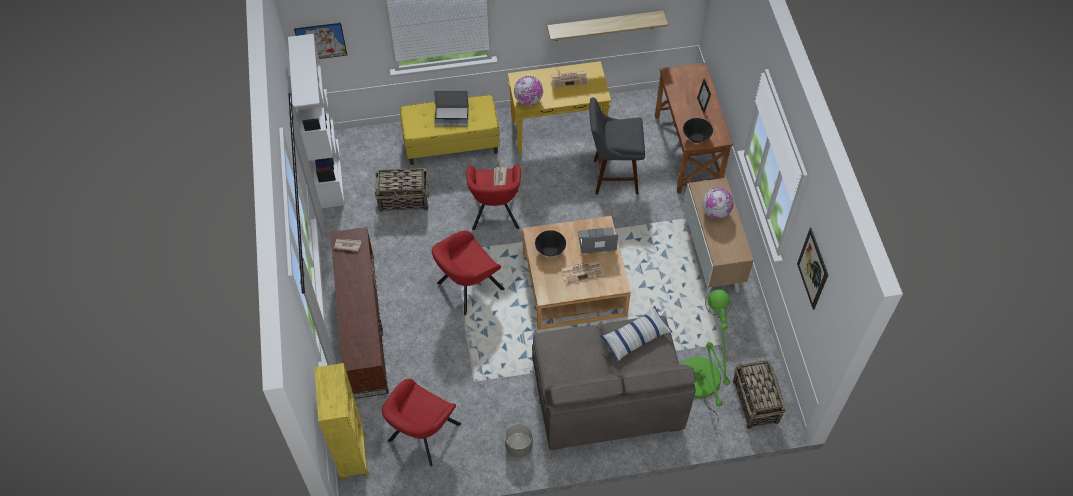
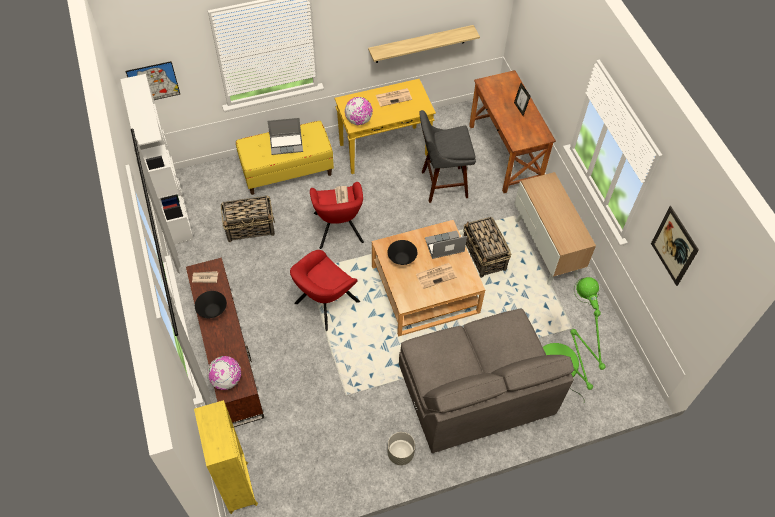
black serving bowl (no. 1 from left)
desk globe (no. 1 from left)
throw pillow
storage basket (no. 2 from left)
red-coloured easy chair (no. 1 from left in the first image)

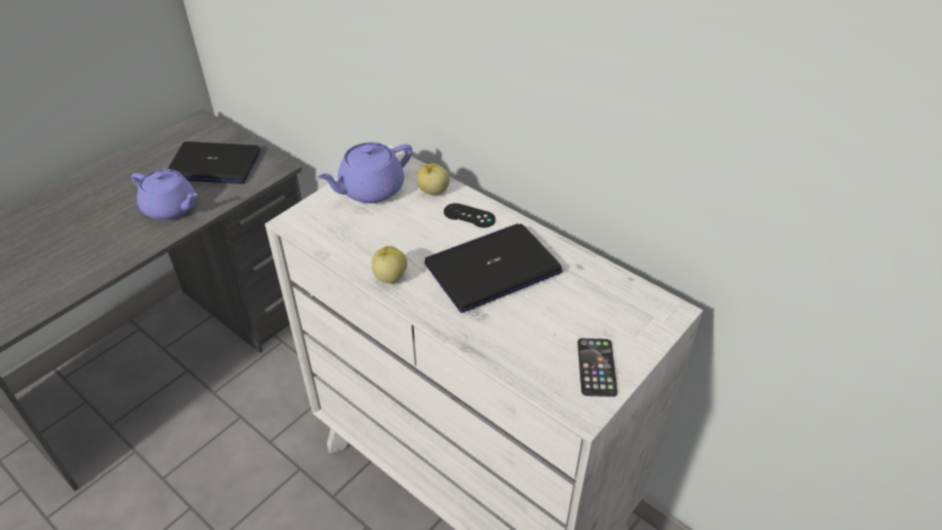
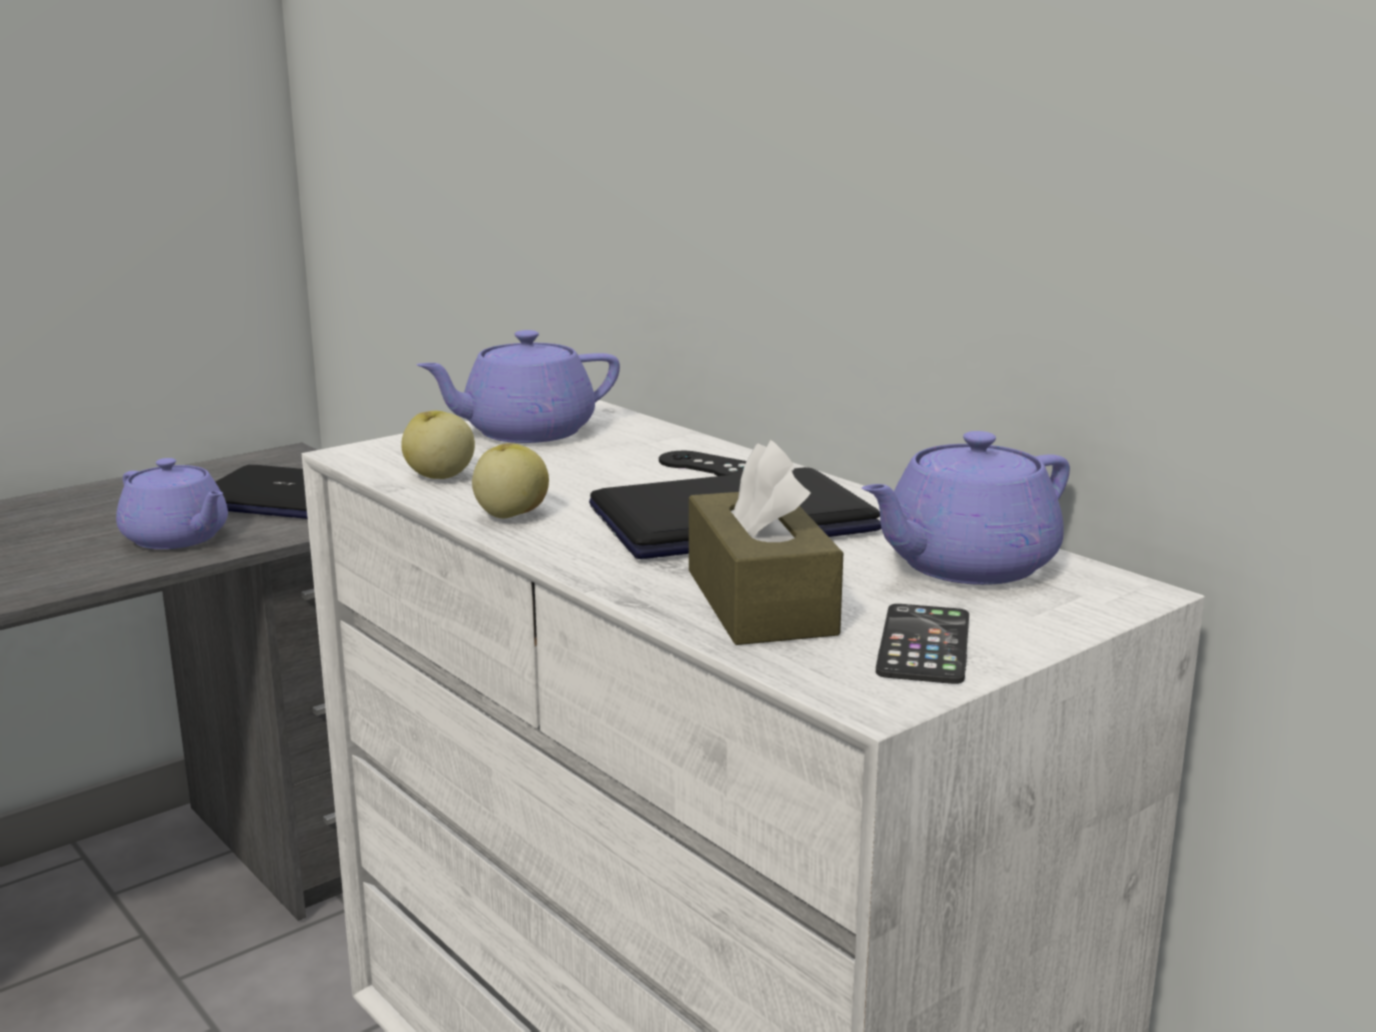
whole apple (no. 1 from left)
purple-coloured pot for tea (no. 3 from left)
brown-coloured tissue box

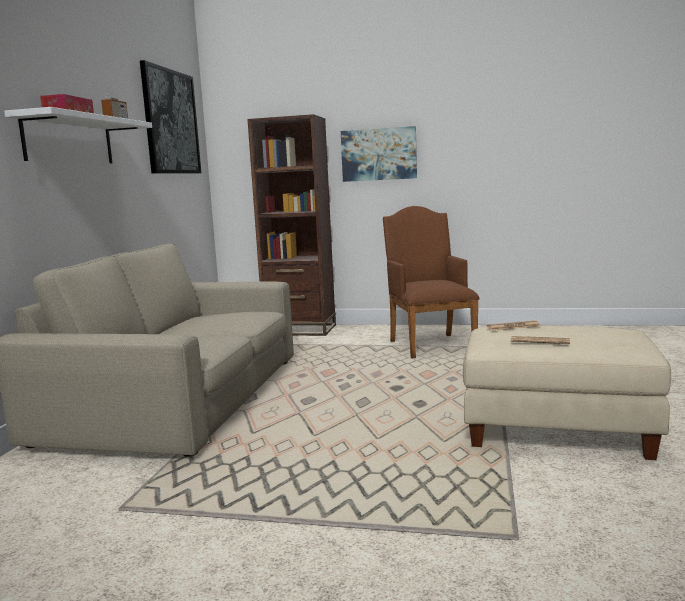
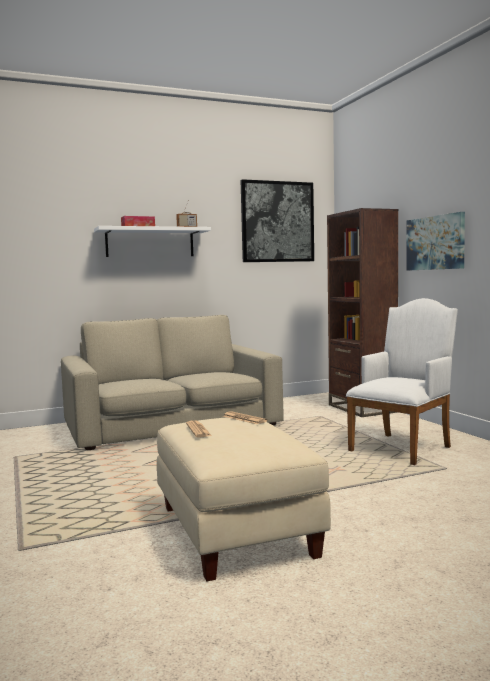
white-coloured easy chair

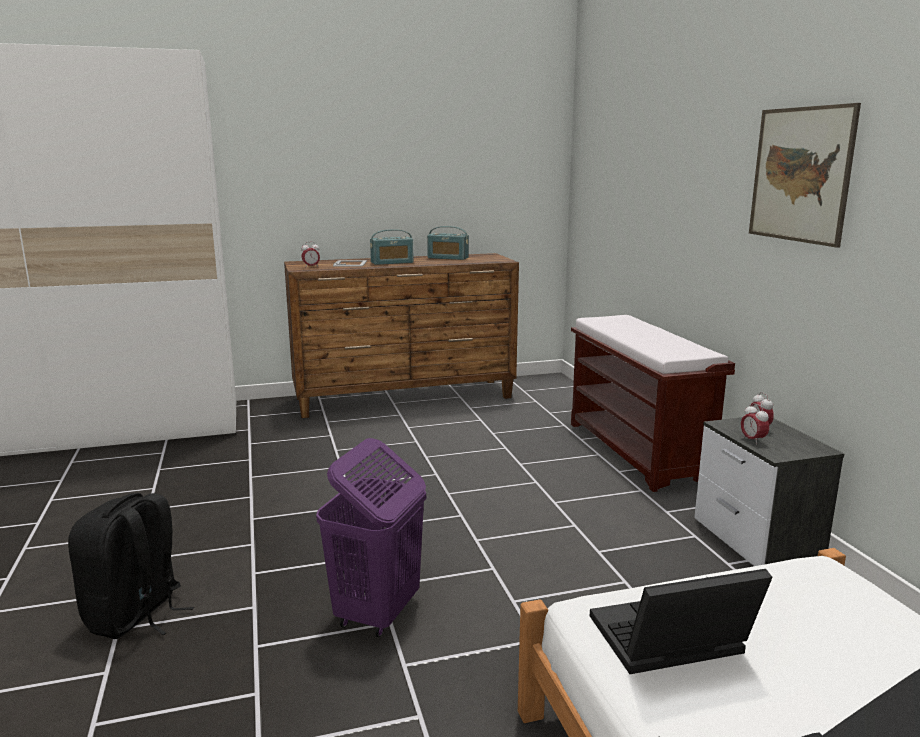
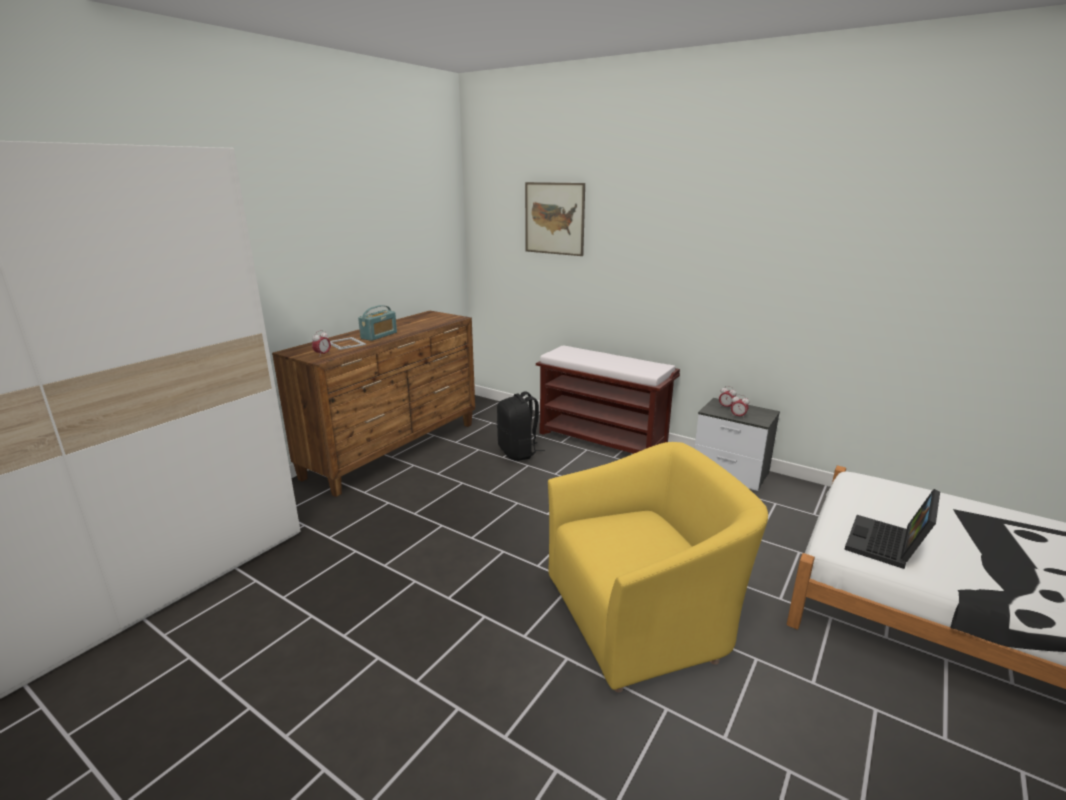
wall picture
radio (no. 2 from left in the first image)
yellowish easy chair
black backpack

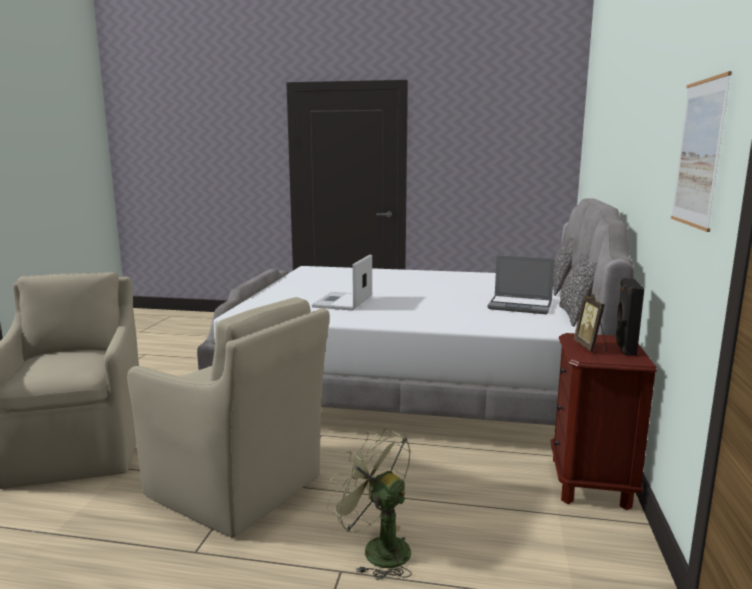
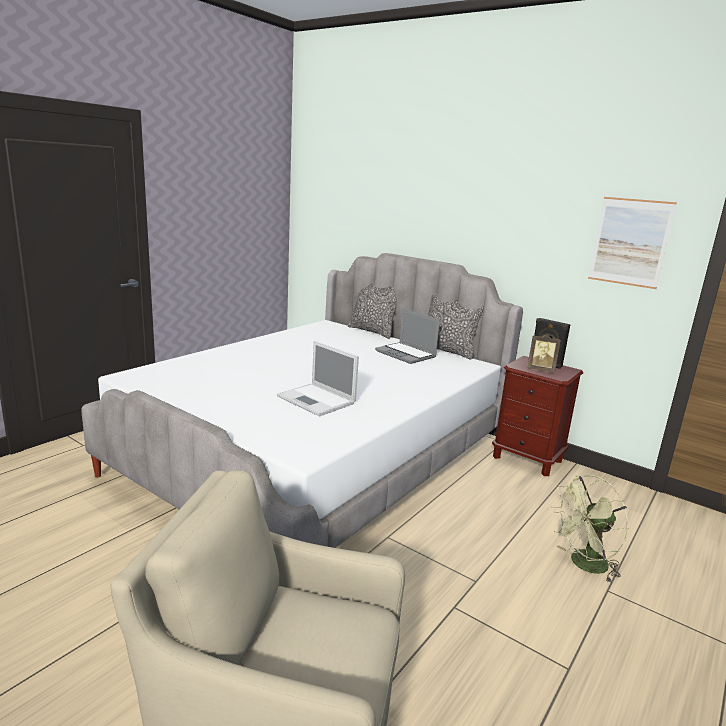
notebook computer (no. 2 from left)
beige easy chair (no. 2 from left in the first image)

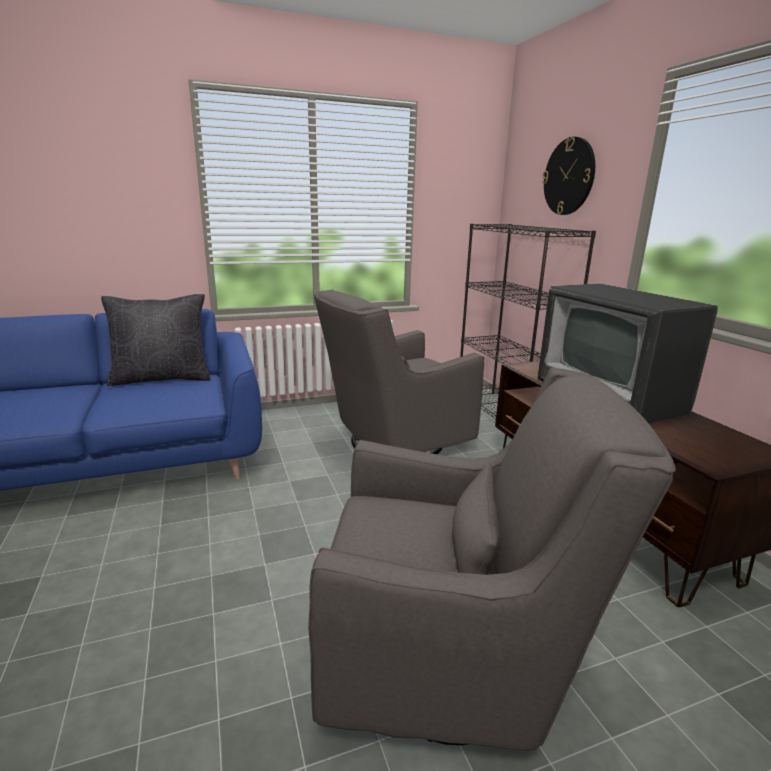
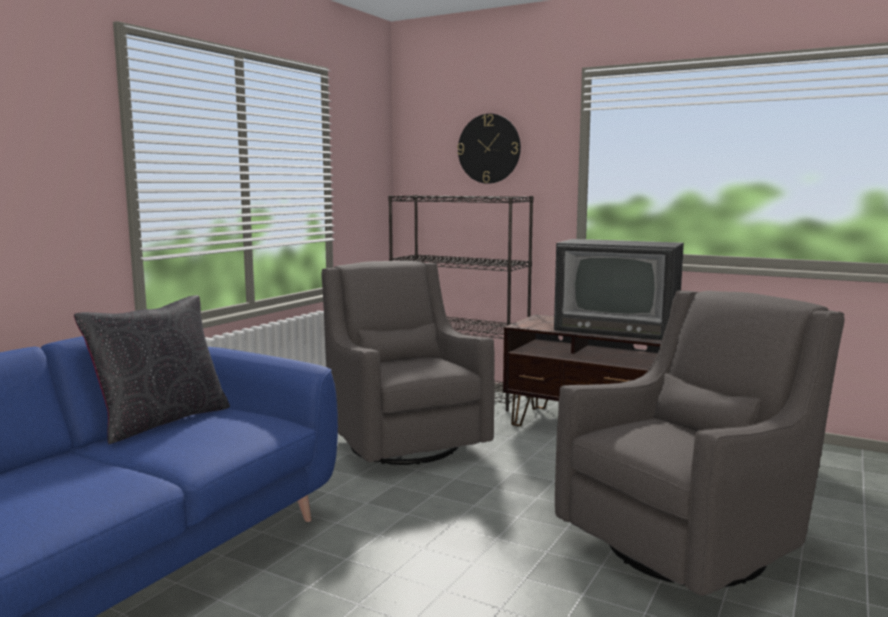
gray easy chair (no. 1 from left)

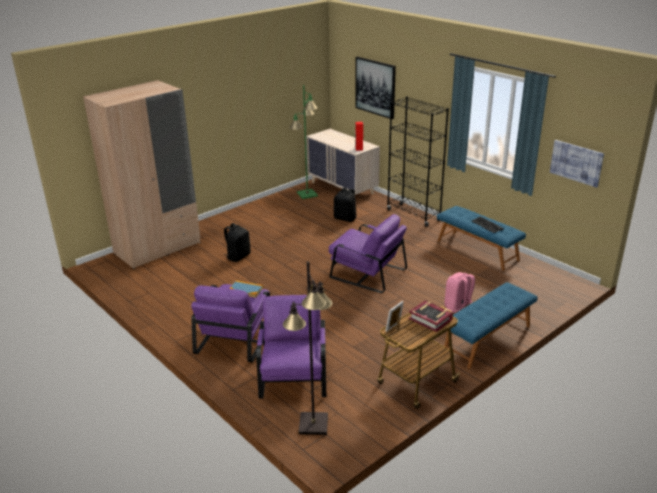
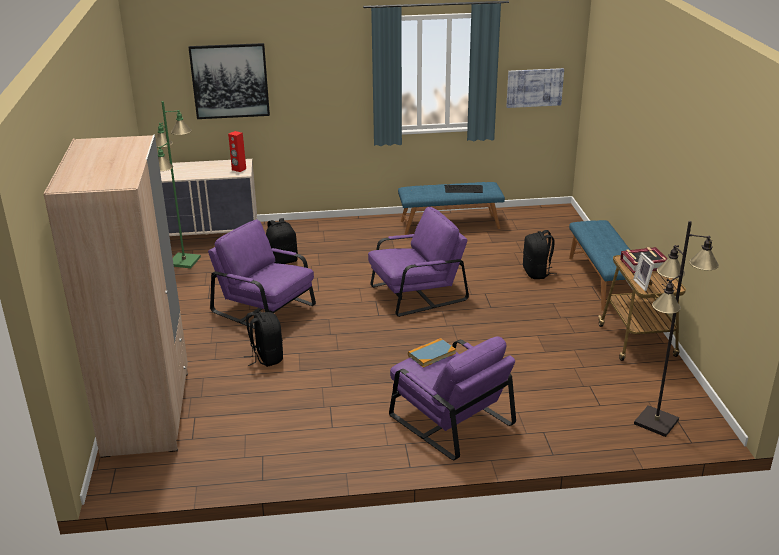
black shelving unit
black backpack (no. 3 from left)
purple-coloured easy chair (no. 1 from left)

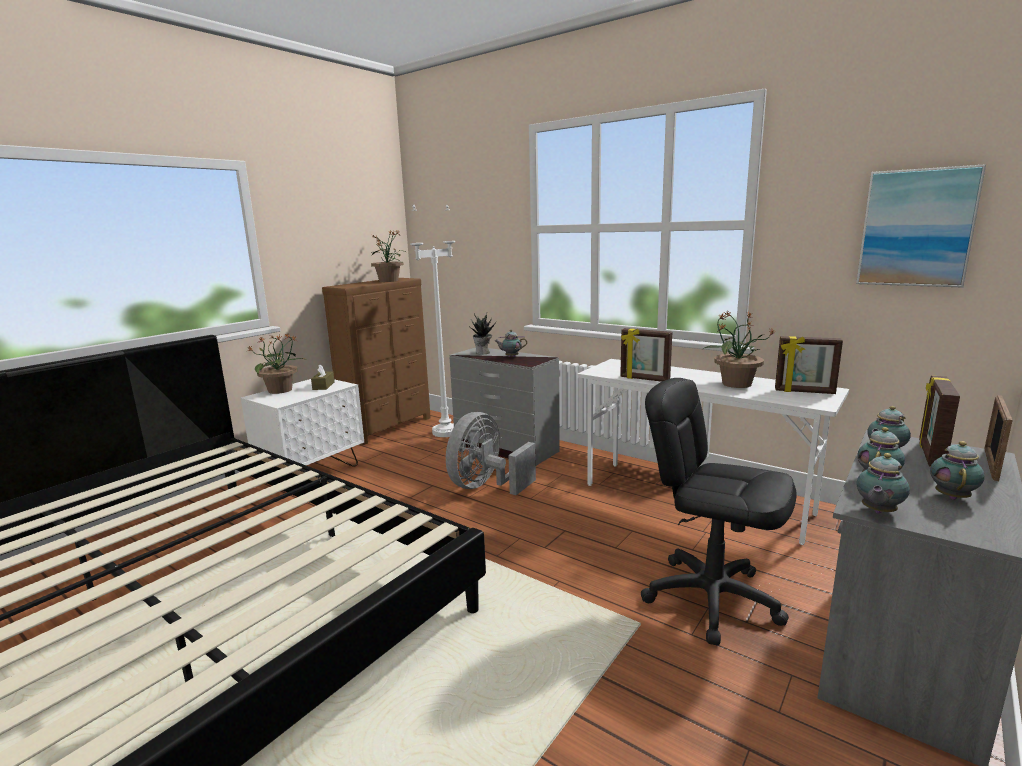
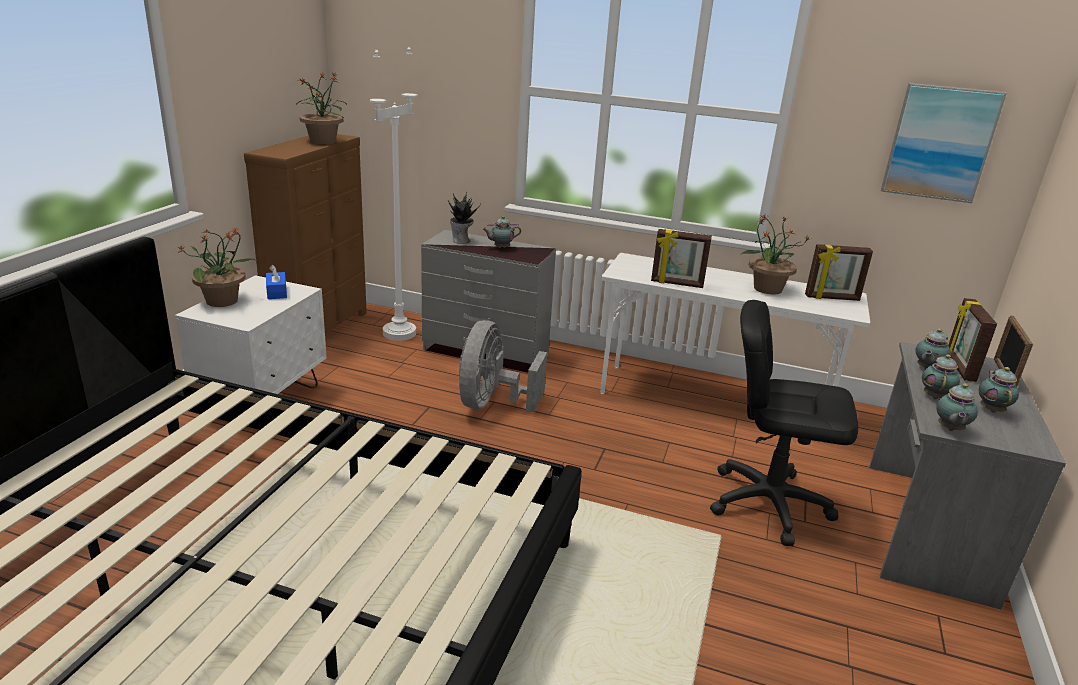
blue tissue box

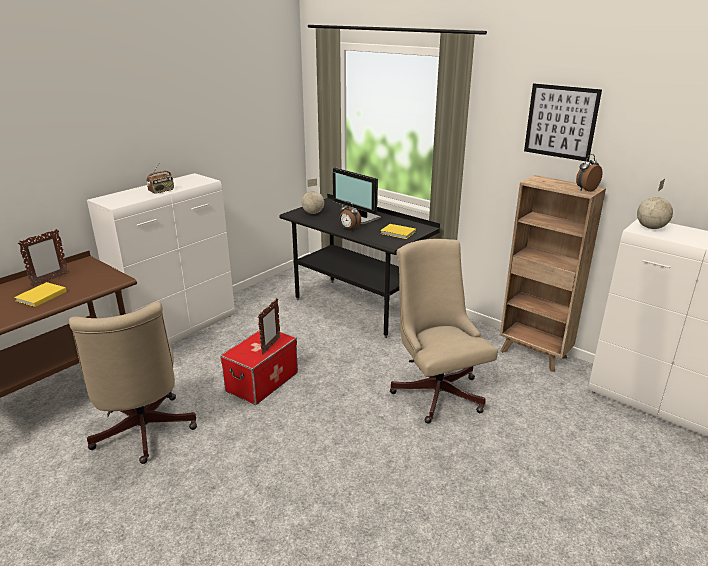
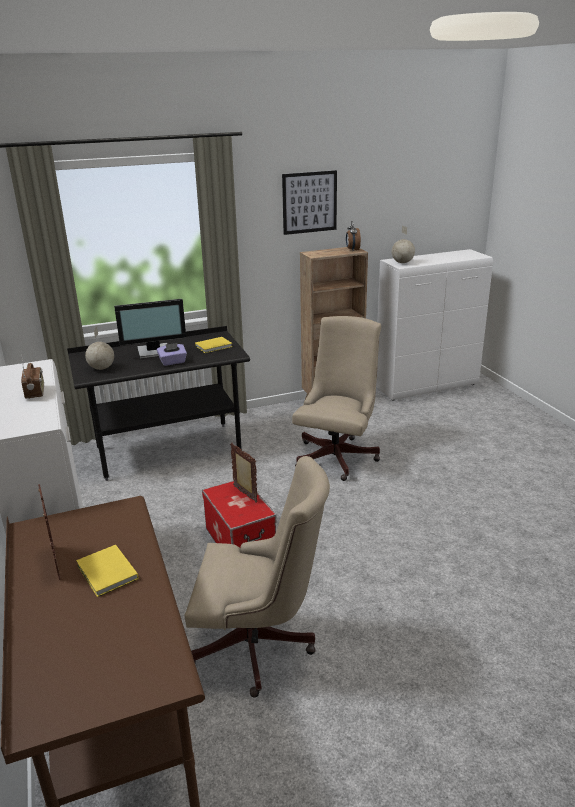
purple-coloured tissue box
beige office chair (no. 2 from left)

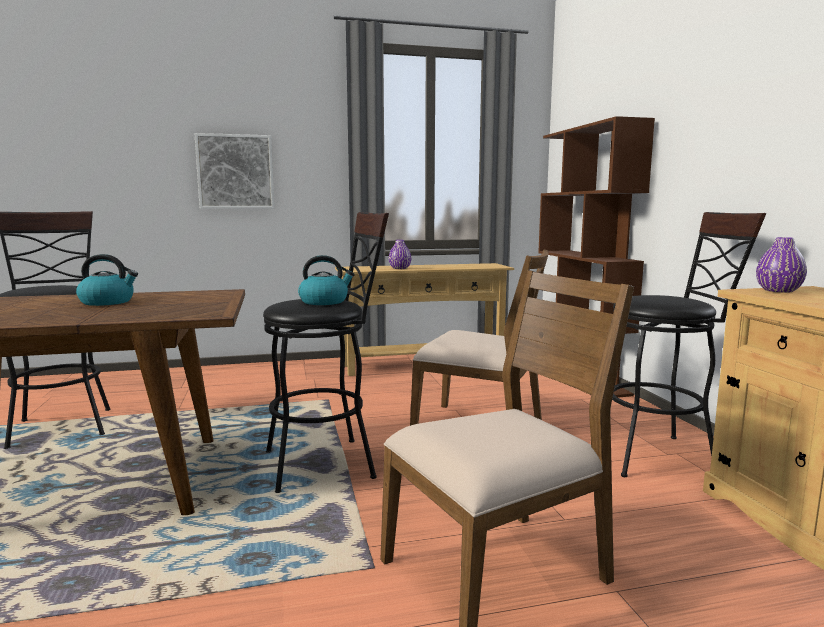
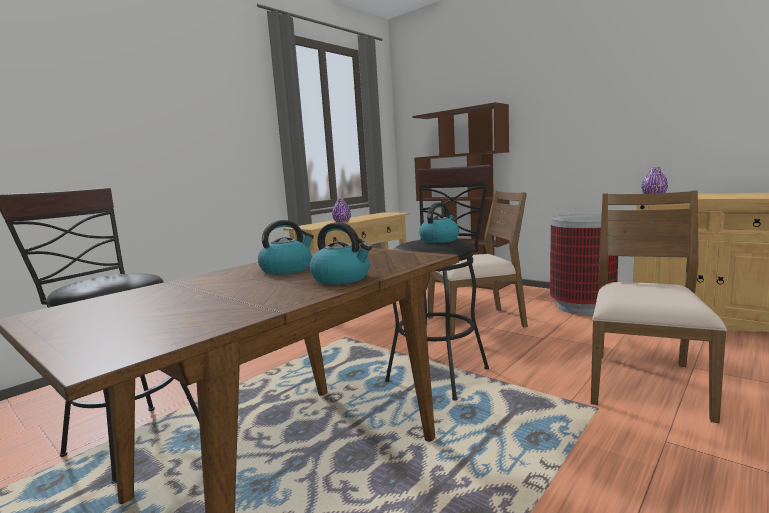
wall picture
waste bin
water kettle (no. 2 from left)

